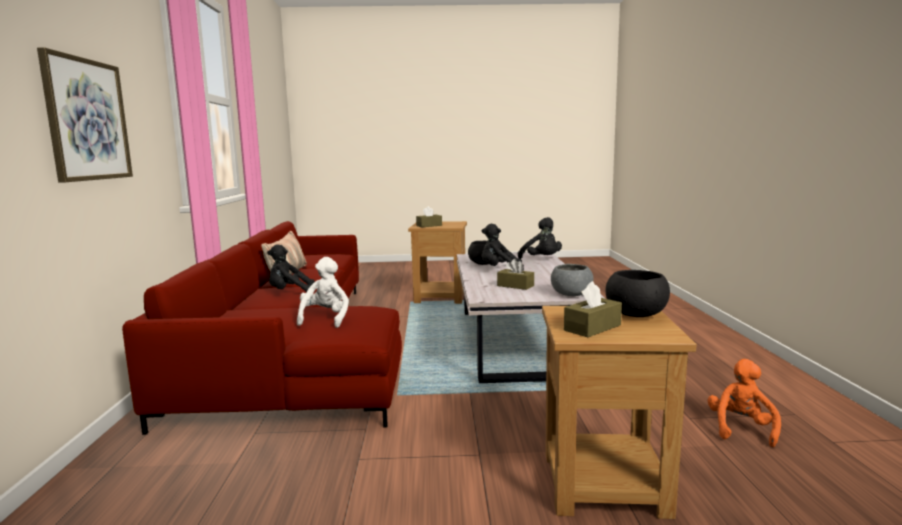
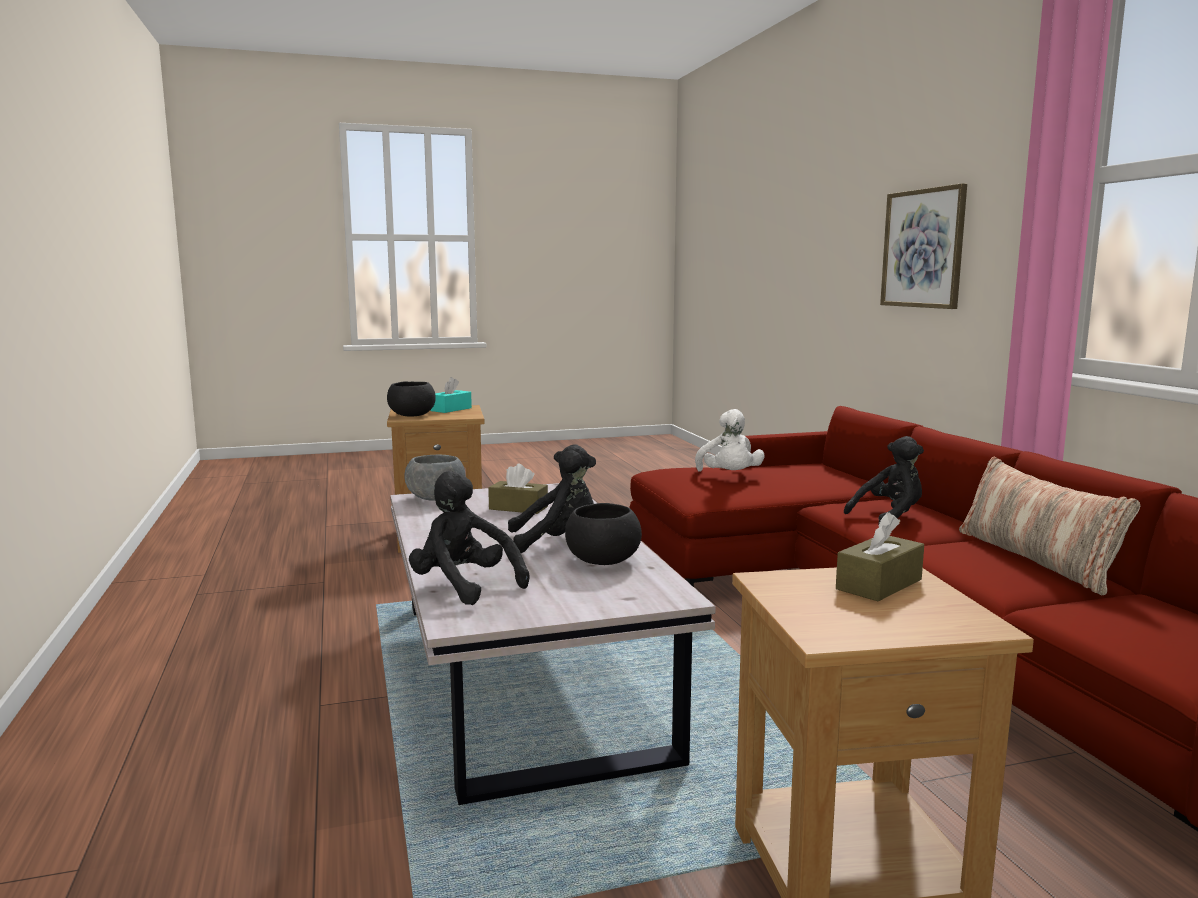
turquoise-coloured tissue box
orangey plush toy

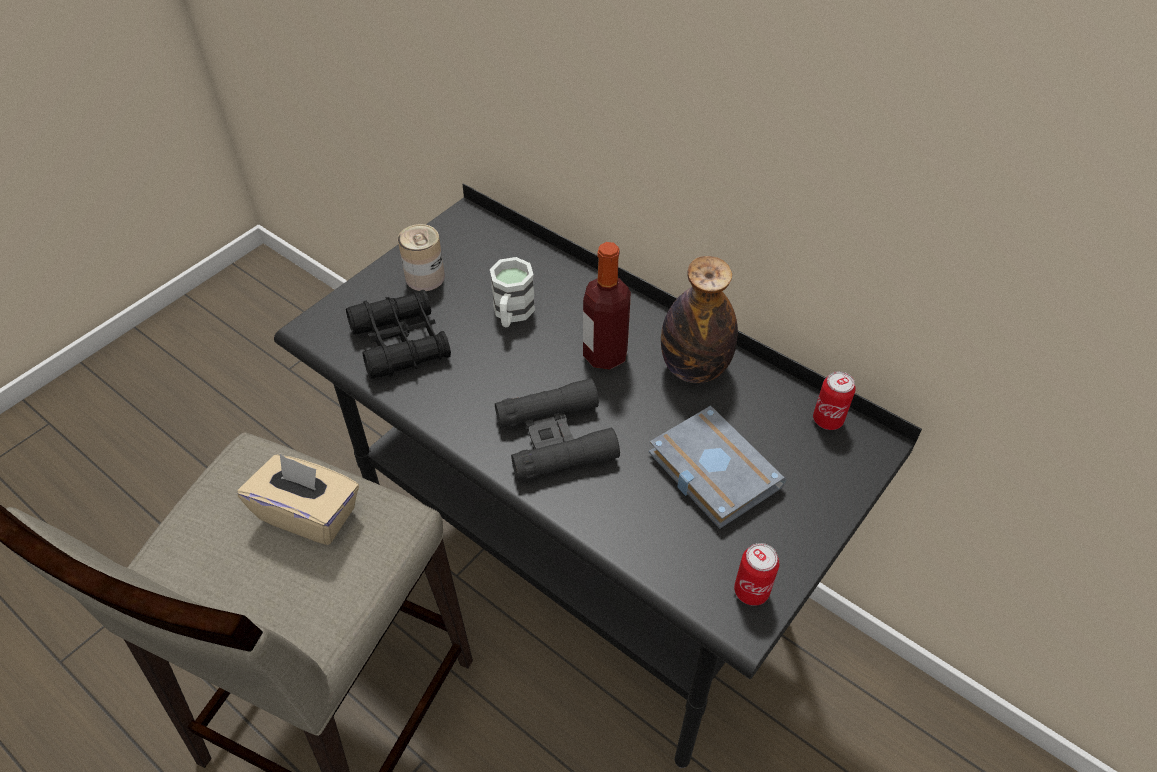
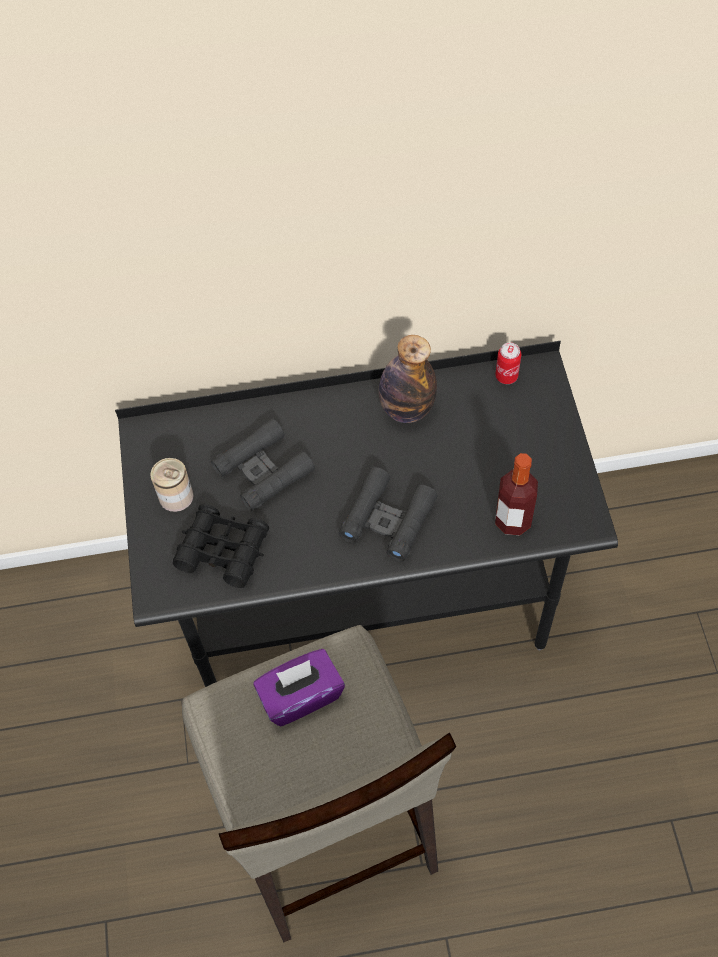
bottle (no. 2 from left)
black binoculars (no. 2 from left)
gray volume
purple-coloured tissue box
sealed can (no. 2 from left in the first image)

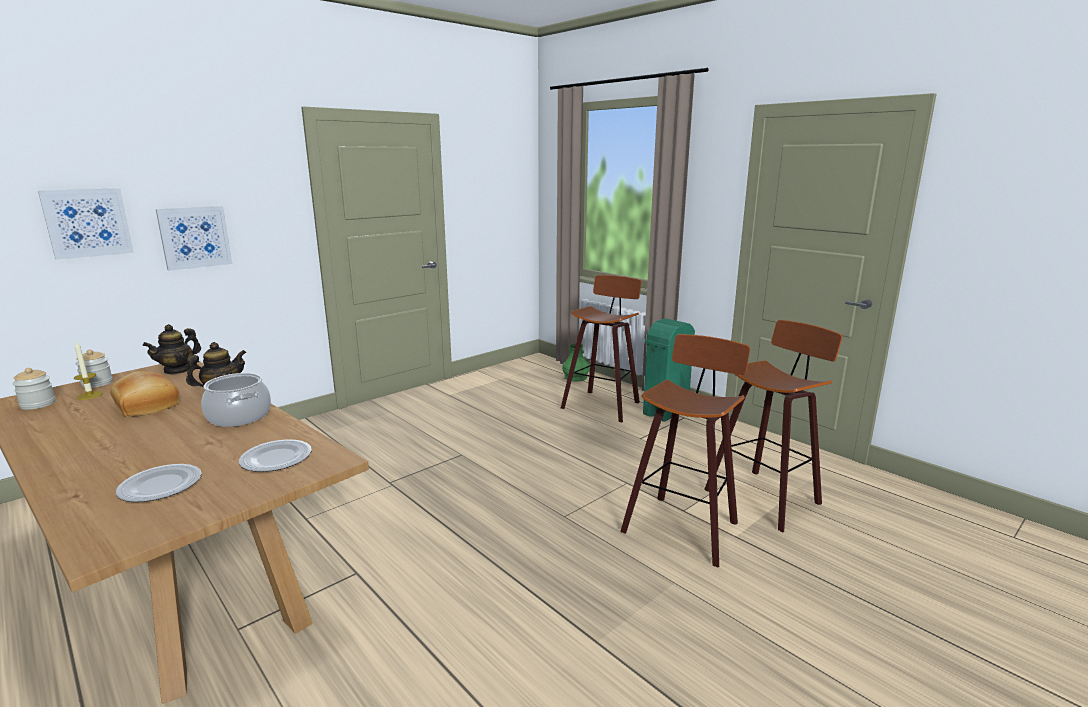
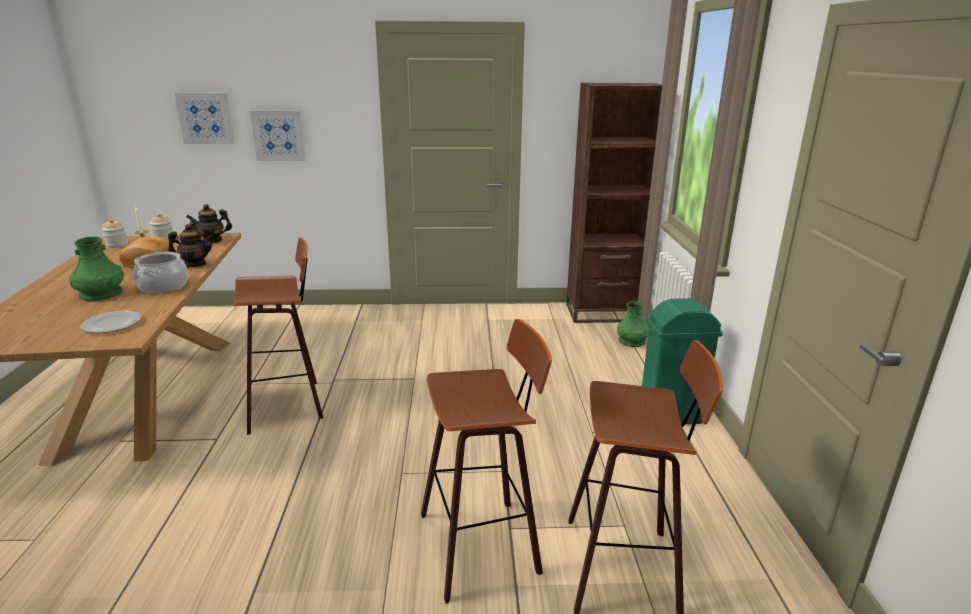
stool (no. 1 from left)
plate (no. 1 from left in the first image)
brown-coloured shelving unit
greenish flower vase (no. 1 from left)

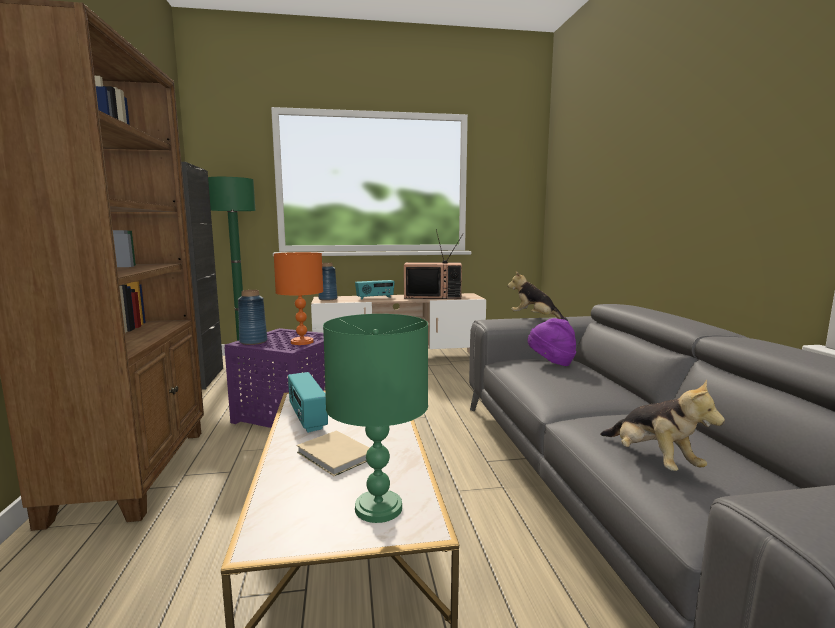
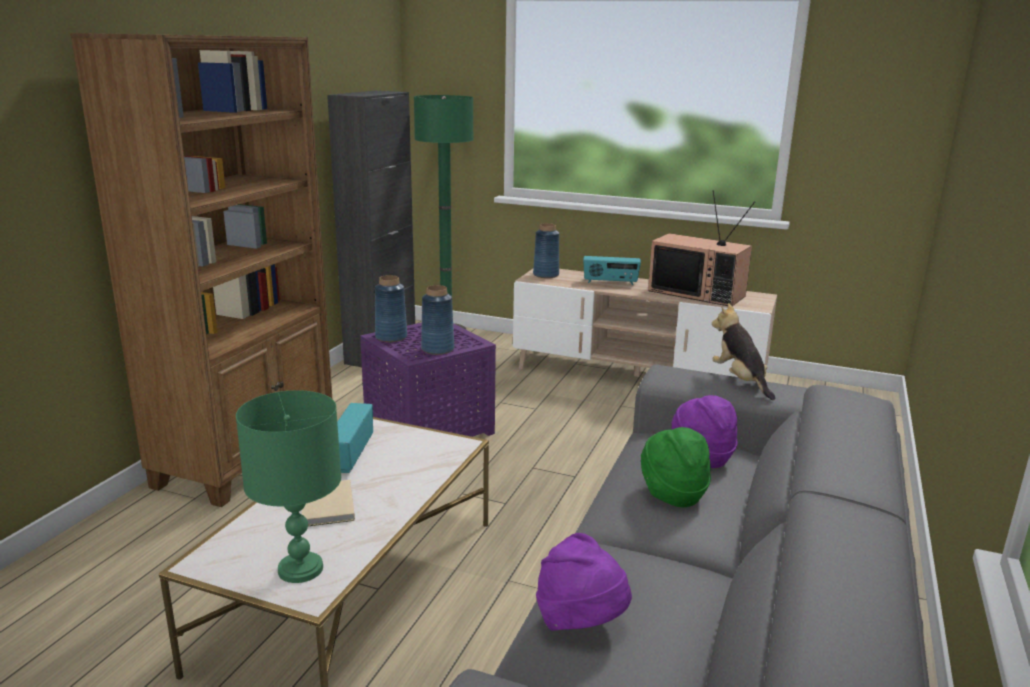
blue flower vase (no. 2 from left)
purple-coloured clothing hat (no. 1 from left)
greenish clothing hat

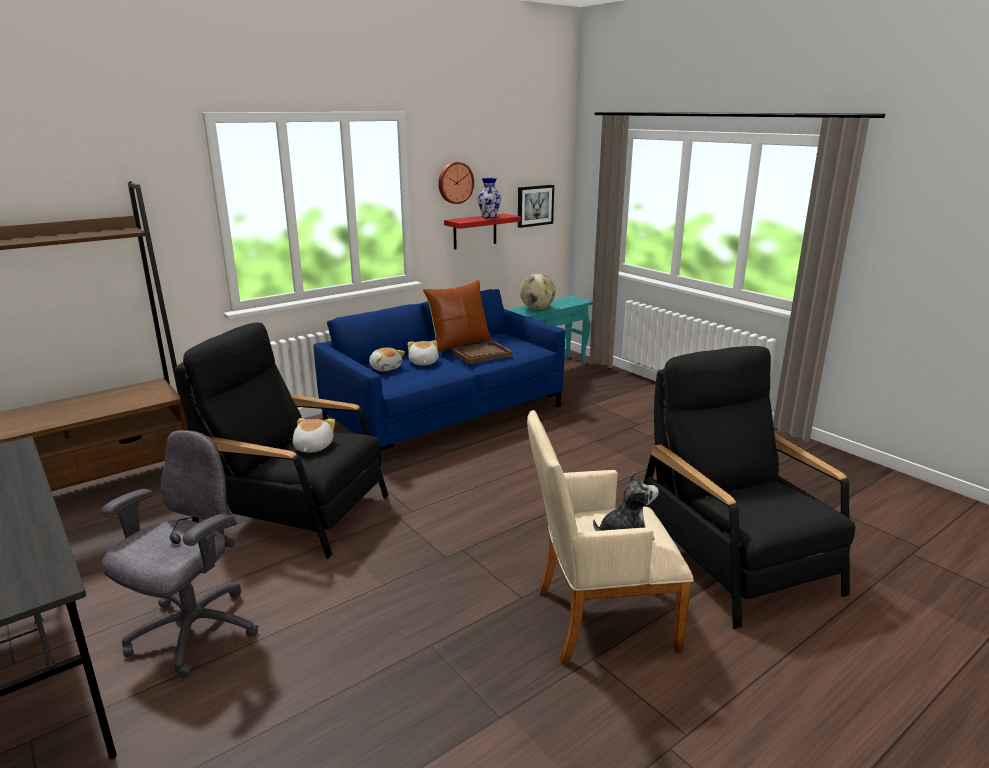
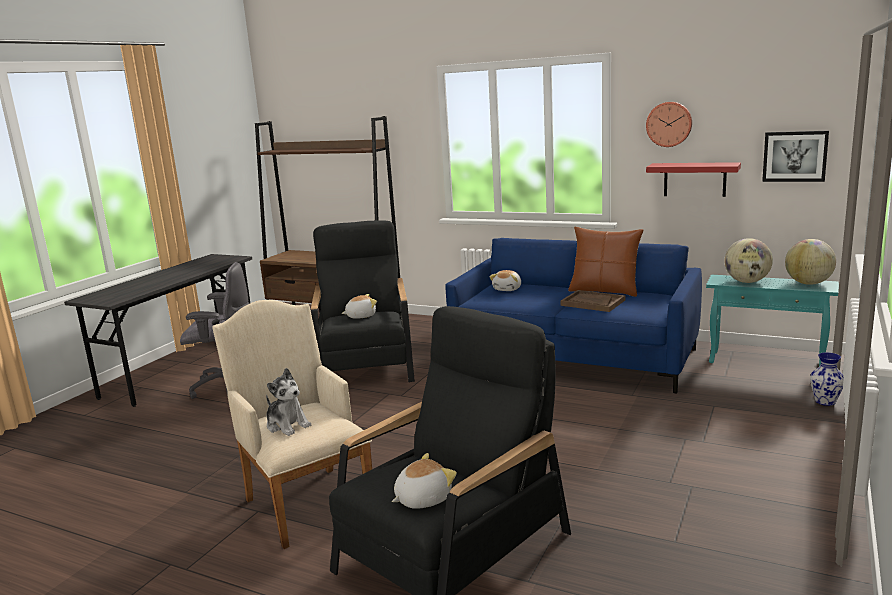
flower vase
plush toy (no. 3 from left)
desk globe (no. 2 from left)

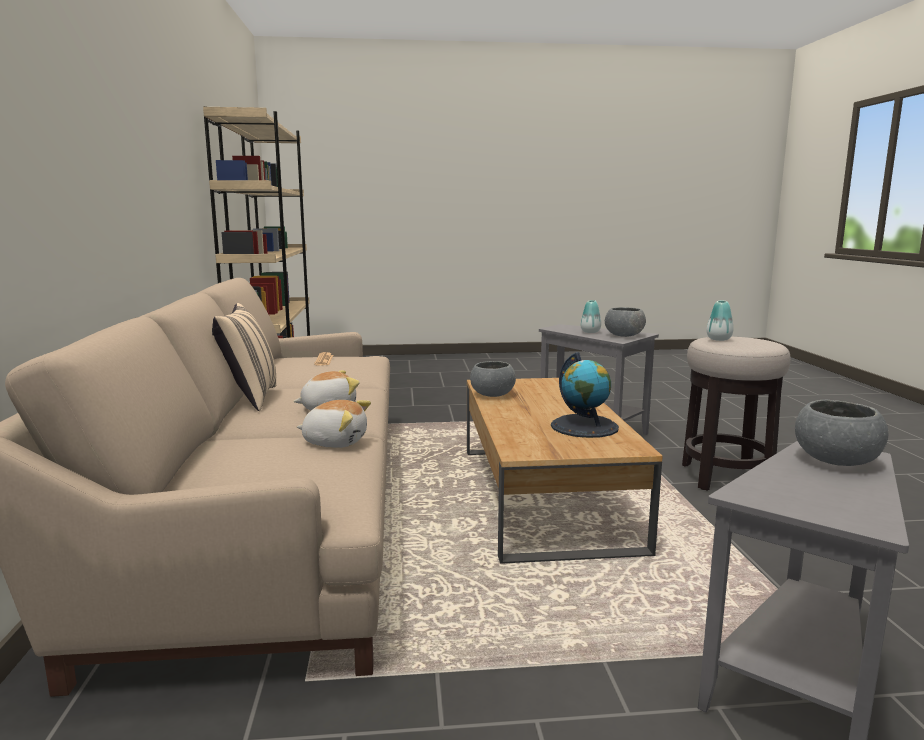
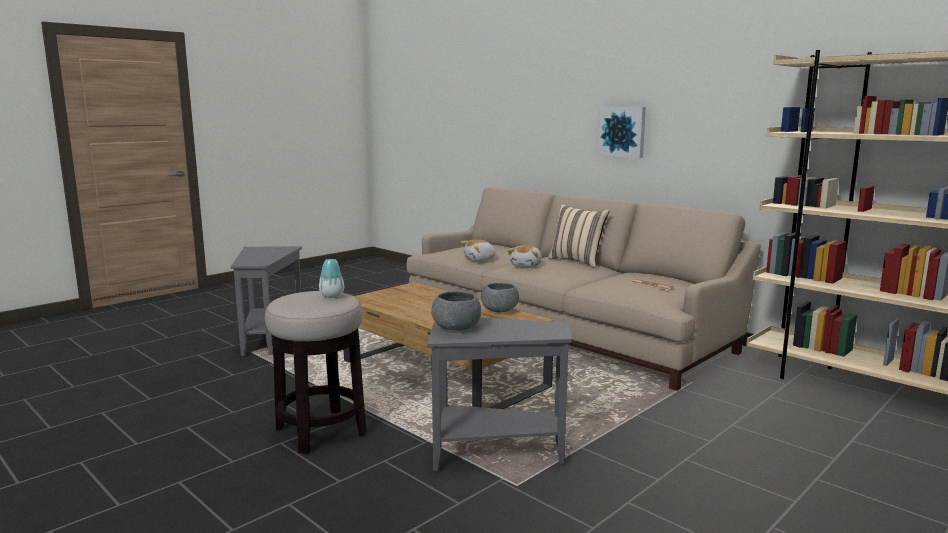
flower vase (no. 1 from left in the first image)
desk globe
gray serving bowl (no. 3 from left in the first image)
wall picture

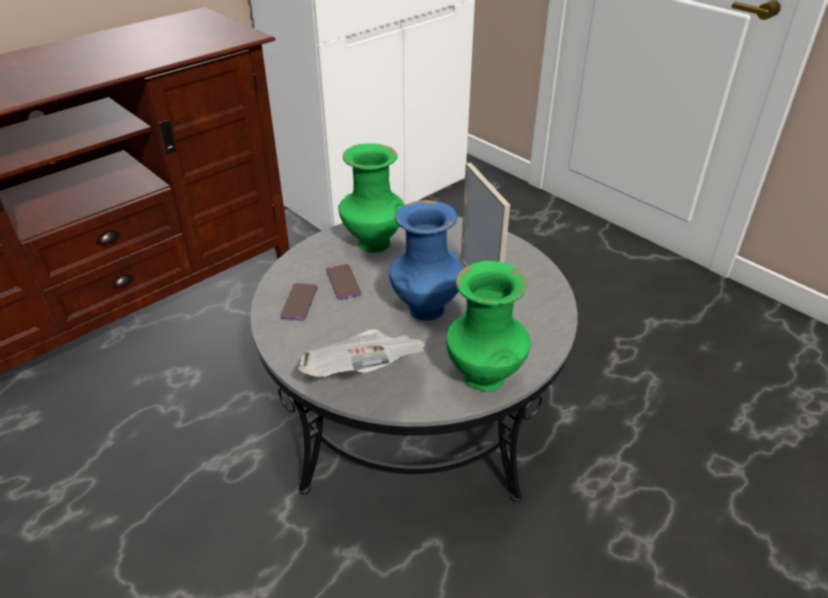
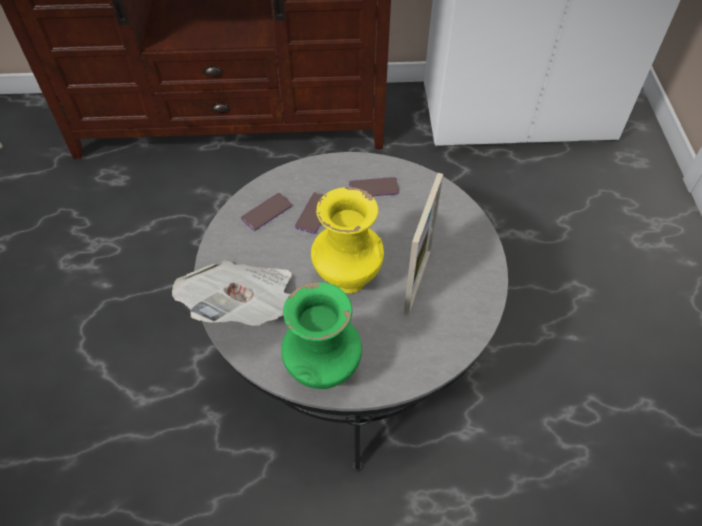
handset (no. 3 from left)
yellowish flower vase

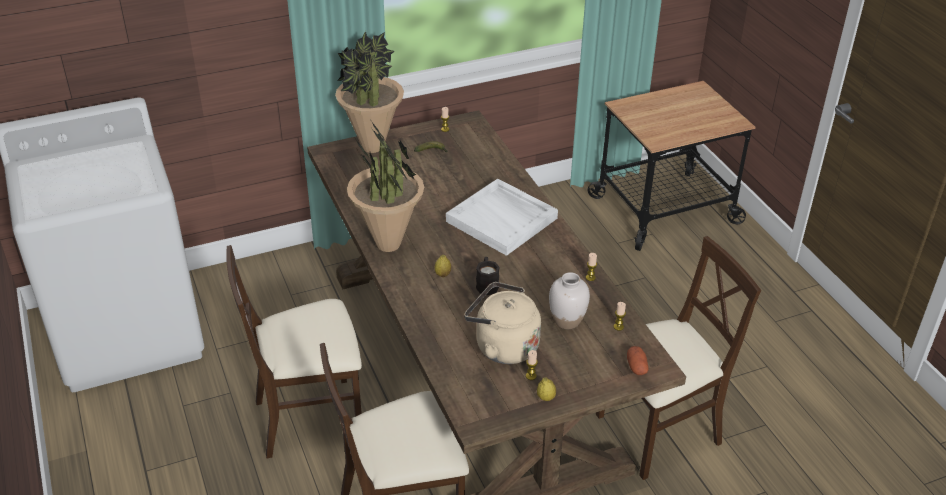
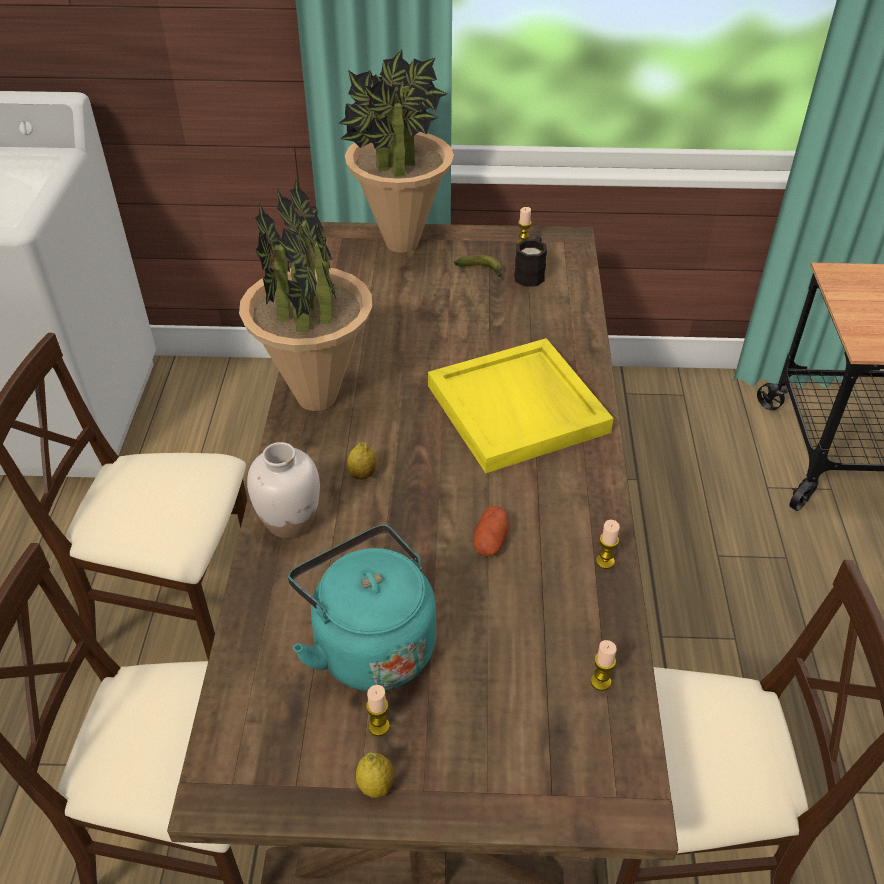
yellowish carrying tray
black mug
white-coloured flower vase
turquoise-coloured water kettle
potato

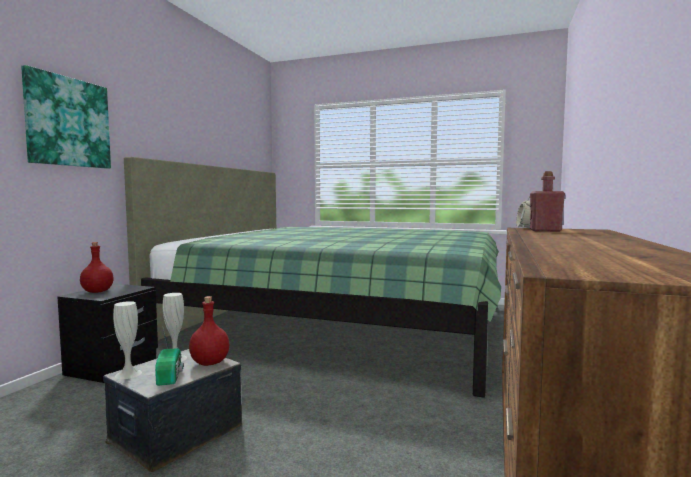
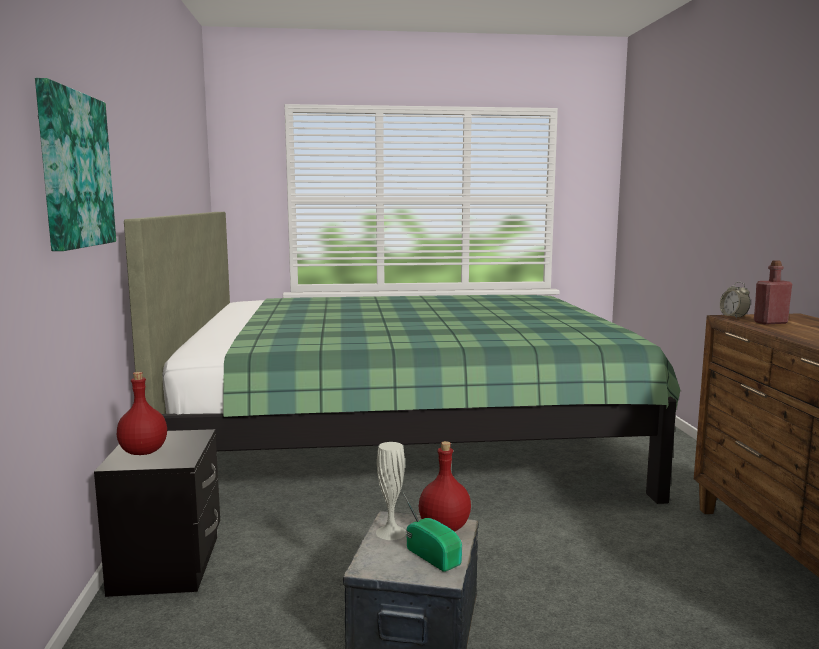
white-coloured flower vase (no. 1 from left in the first image)

